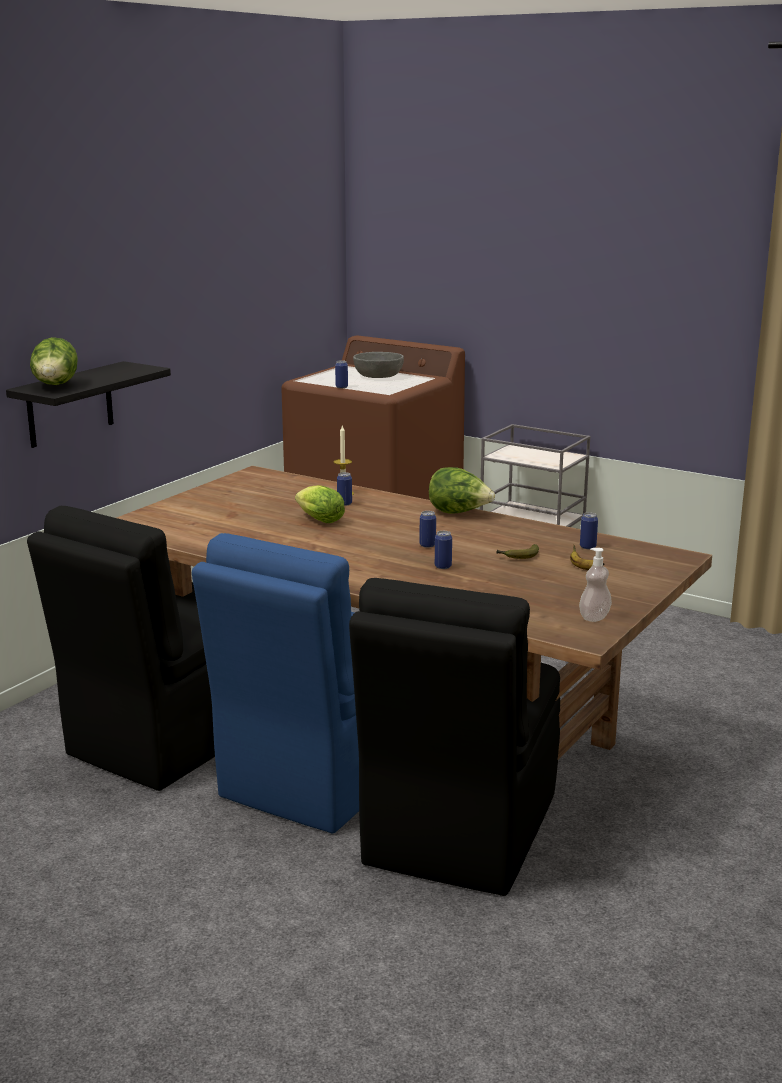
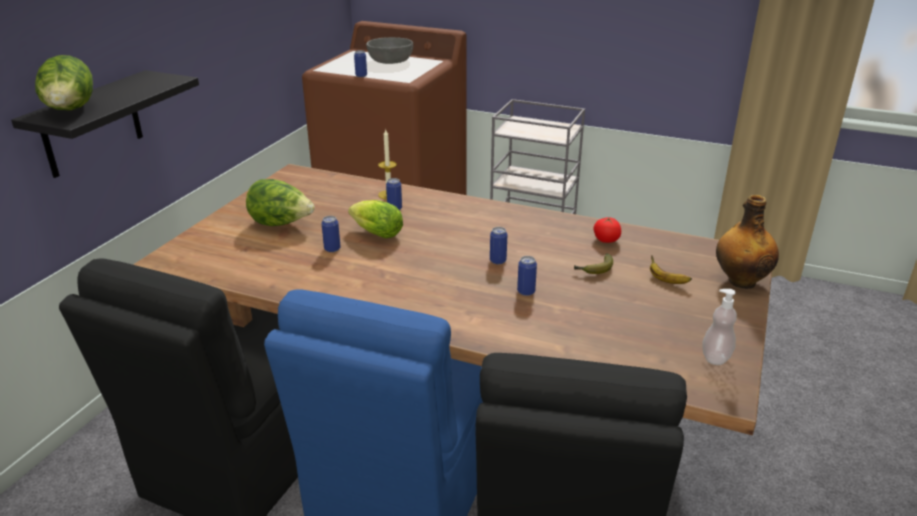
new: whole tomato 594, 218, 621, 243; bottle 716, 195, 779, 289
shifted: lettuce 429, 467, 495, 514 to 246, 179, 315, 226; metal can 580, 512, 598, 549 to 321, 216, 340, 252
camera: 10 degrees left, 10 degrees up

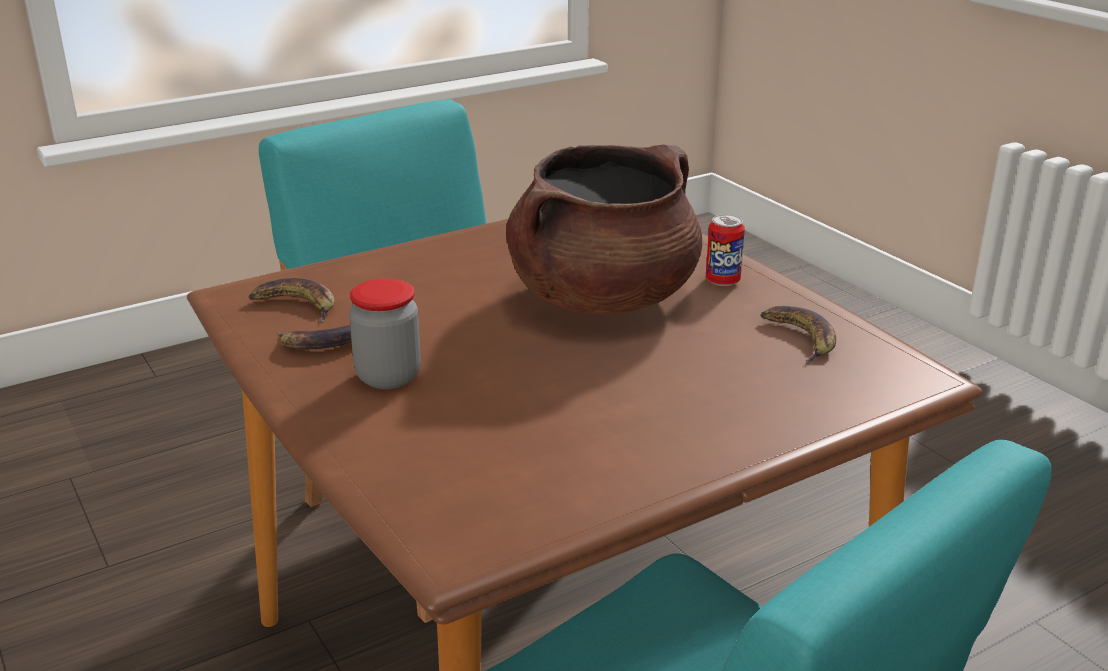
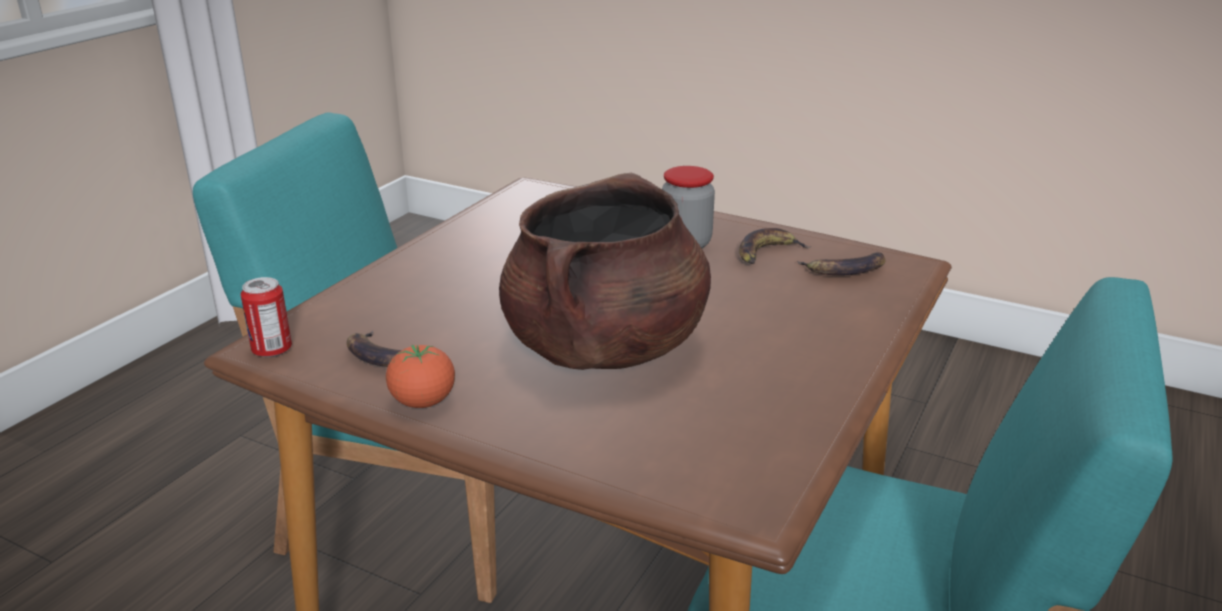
new: whole tomato 386, 344, 455, 408
shifted: metal can 706, 215, 745, 286 to 240, 277, 292, 357
camera: 150 degrees right, 0 degrees up

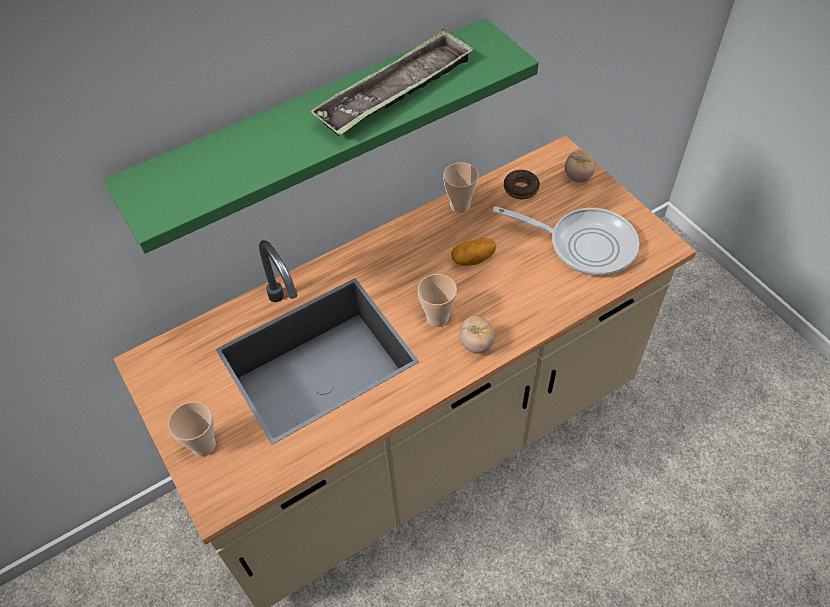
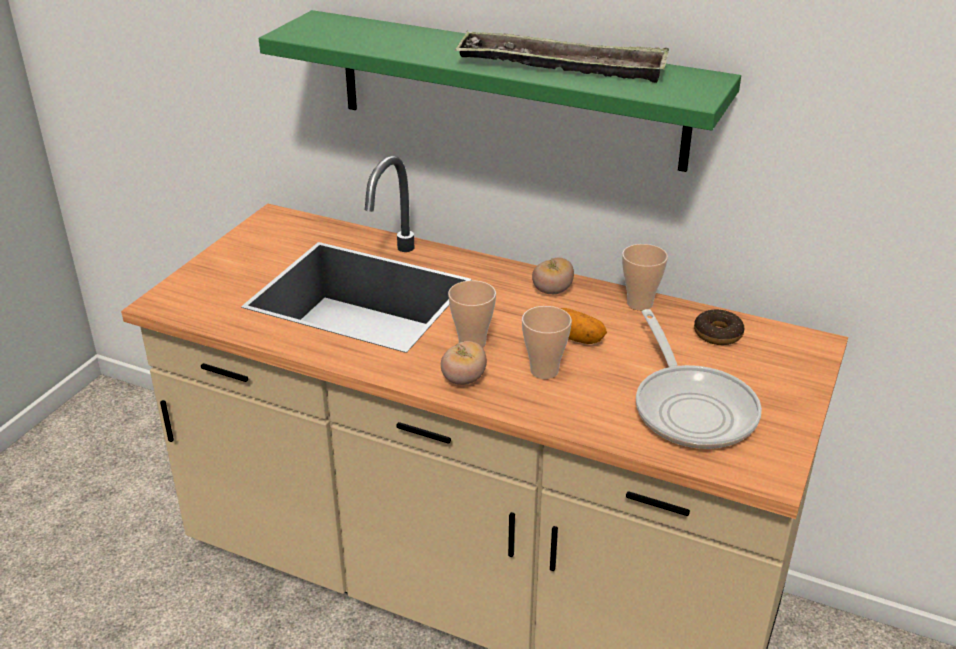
shifted: drinking cup 168, 402, 216, 457 to 522, 306, 572, 379; whole tomato 565, 150, 595, 182 to 532, 257, 574, 294
camera: 55 degrees right, 20 degrees down

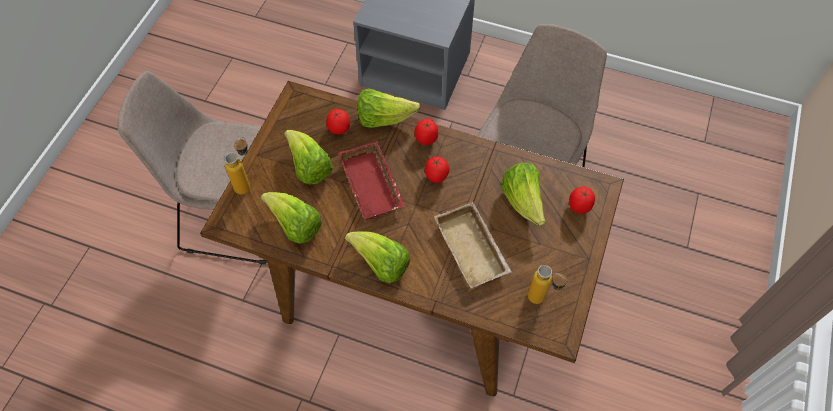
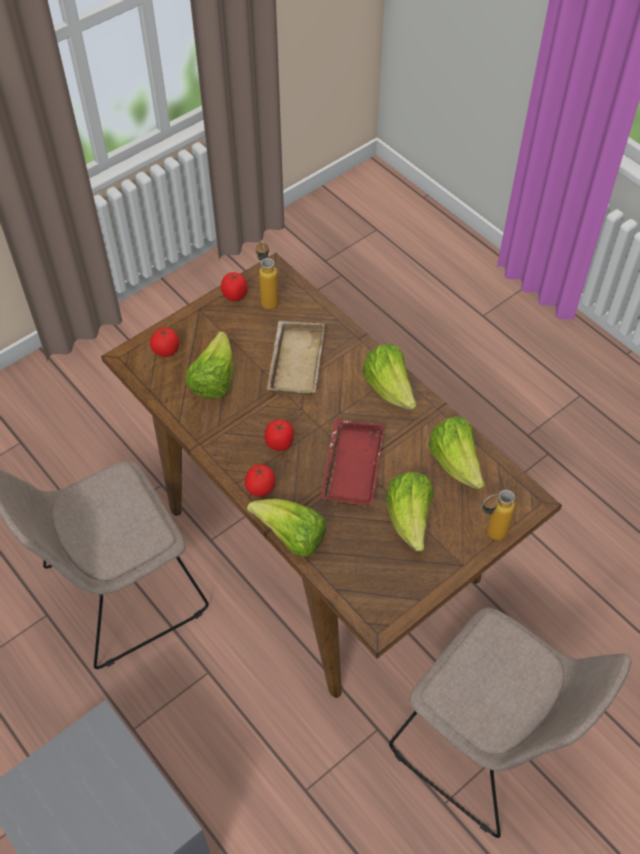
shifted: whole tomato 326, 109, 350, 134 to 221, 272, 248, 302
camera: 150 degrees left, 5 degrees down

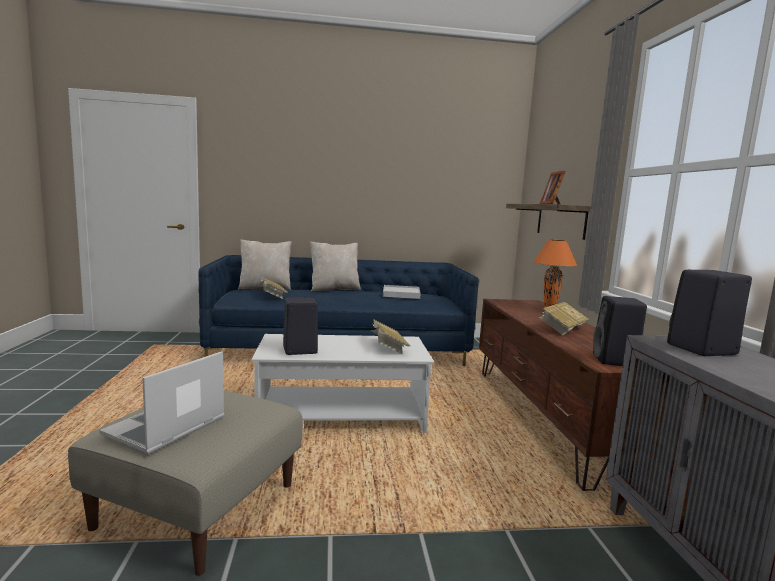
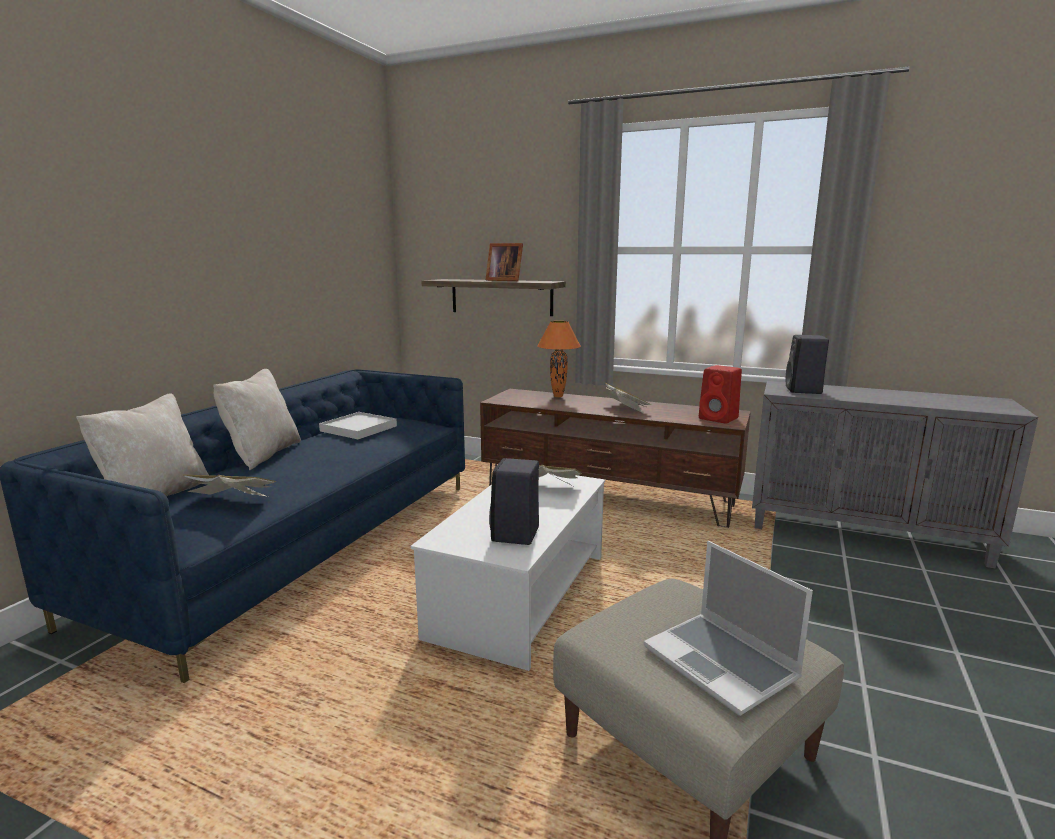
repainted: blackish speaker 593, 296, 647, 366 to red speaker 699, 365, 742, 424
camera: 60 degrees left, 5 degrees up

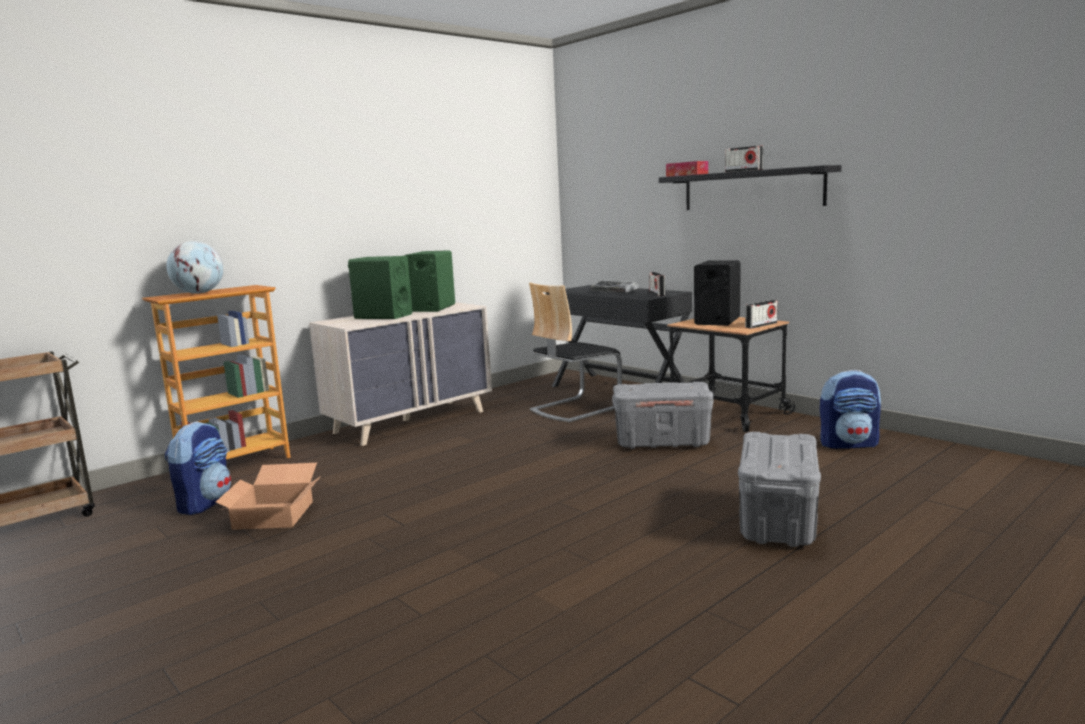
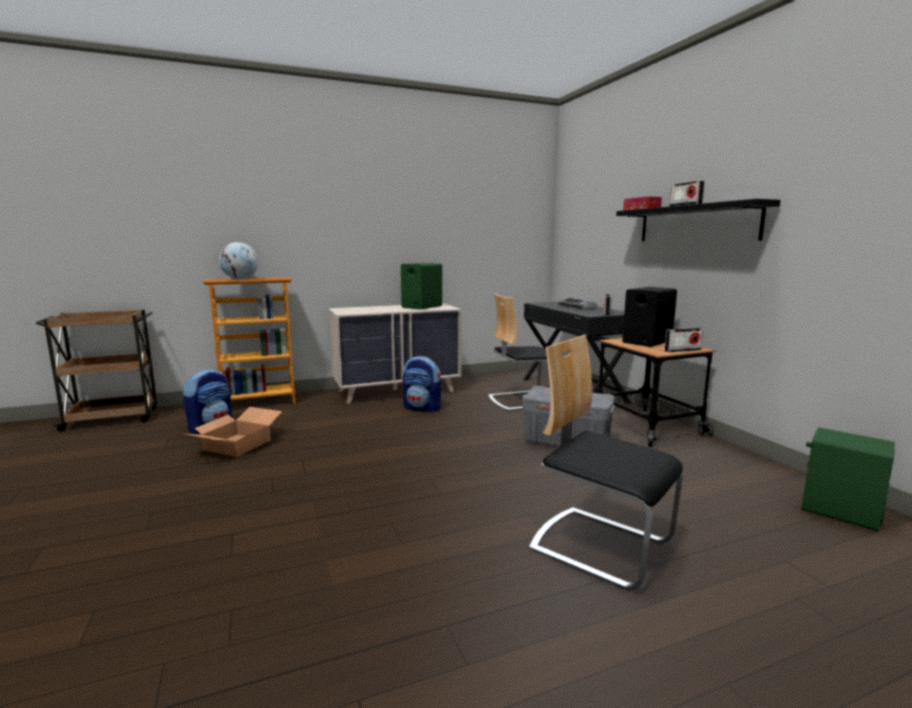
shifted: knapsack 820, 370, 881, 449 to 403, 356, 441, 412; green speaker 348, 256, 412, 319 to 801, 427, 895, 531
swapped: grey storage box 738, 432, 821, 547 to plain chair 529, 335, 683, 590
camera: 20 degrees right, 0 degrees up

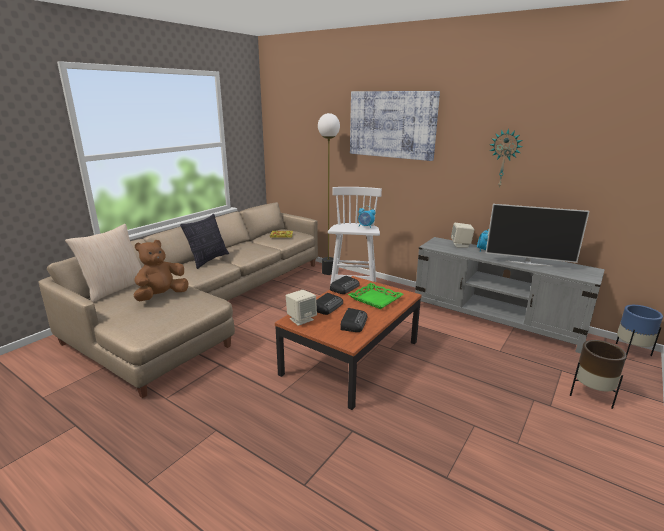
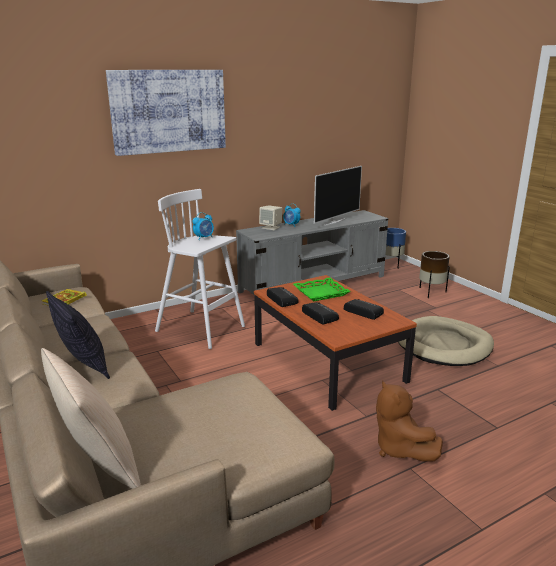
gone: sand-coloured speaker 286, 290, 317, 326; standing lamp 318, 113, 340, 275; hanging clock 490, 128, 522, 188
new: sand-coloured dog bed 398, 316, 494, 366
shifted: brown cuddly toy 134, 240, 188, 301 to 376, 380, 443, 462
camera: 65 degrees left, 0 degrees up

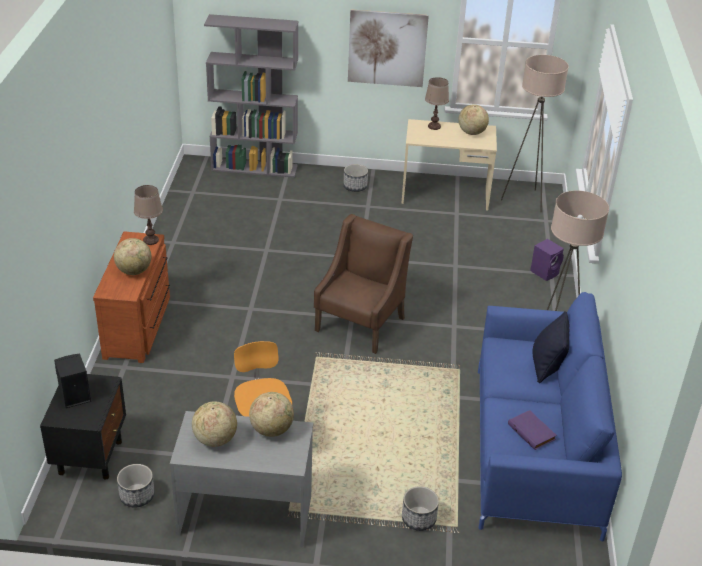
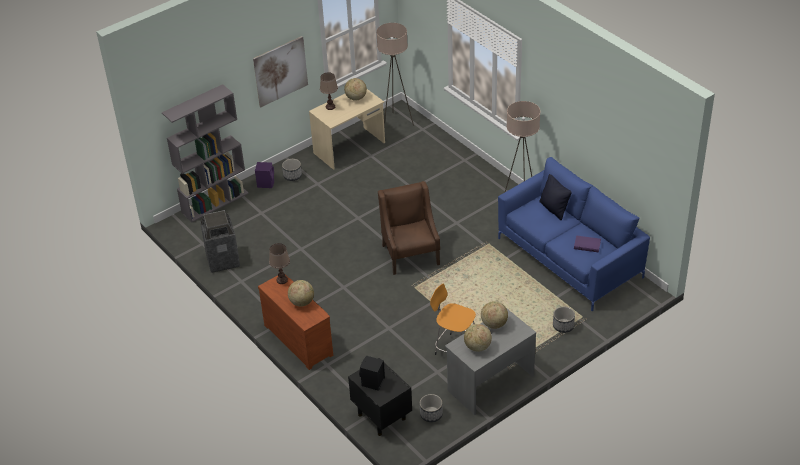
new: waste bin 200, 210, 240, 273
shifted: purple-coloured speaker 530, 239, 564, 281 to 255, 162, 274, 188
camera: 40 degrees left, 5 degrees up

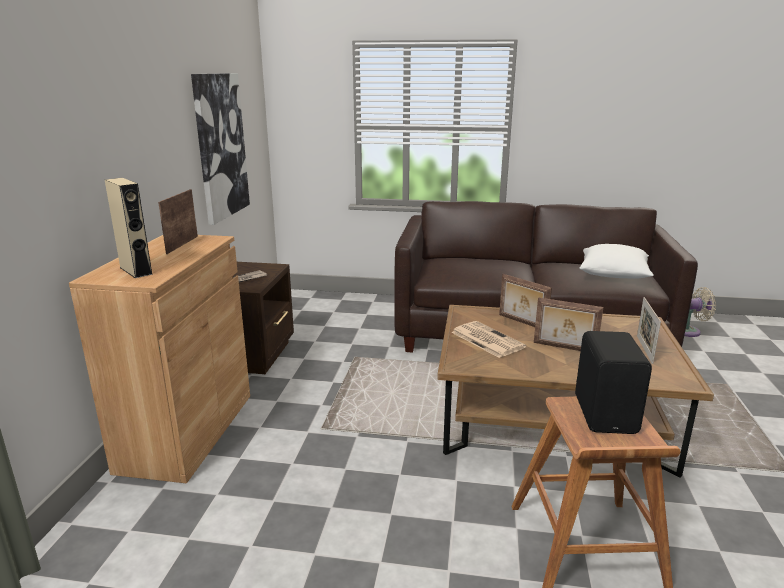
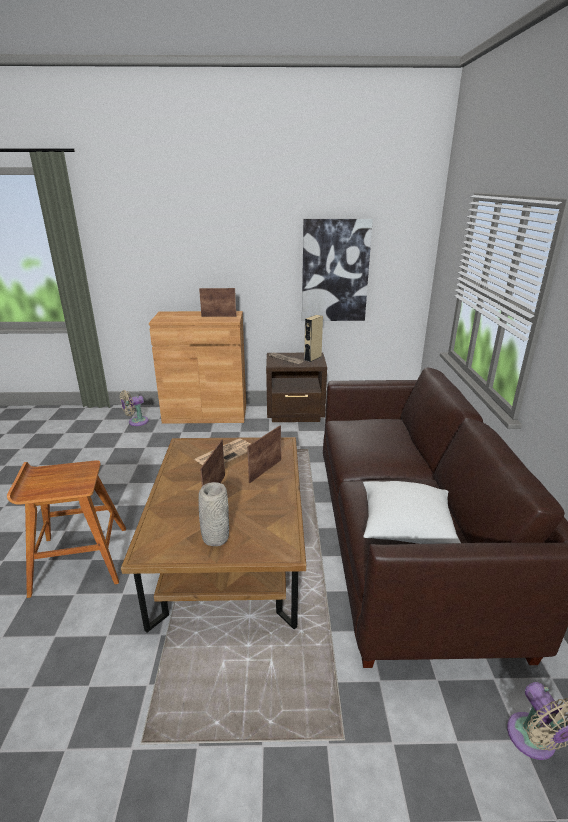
gone: blackish speaker 575, 331, 652, 434
new: sand-coloured electric fan 120, 390, 149, 426
shifted: sand-coloured speaker 105, 178, 153, 278 to 304, 315, 323, 362
swapped: picture frame 637, 297, 661, 364 to grey decorative vase 198, 482, 229, 546
camera: 80 degrees right, 5 degrees up

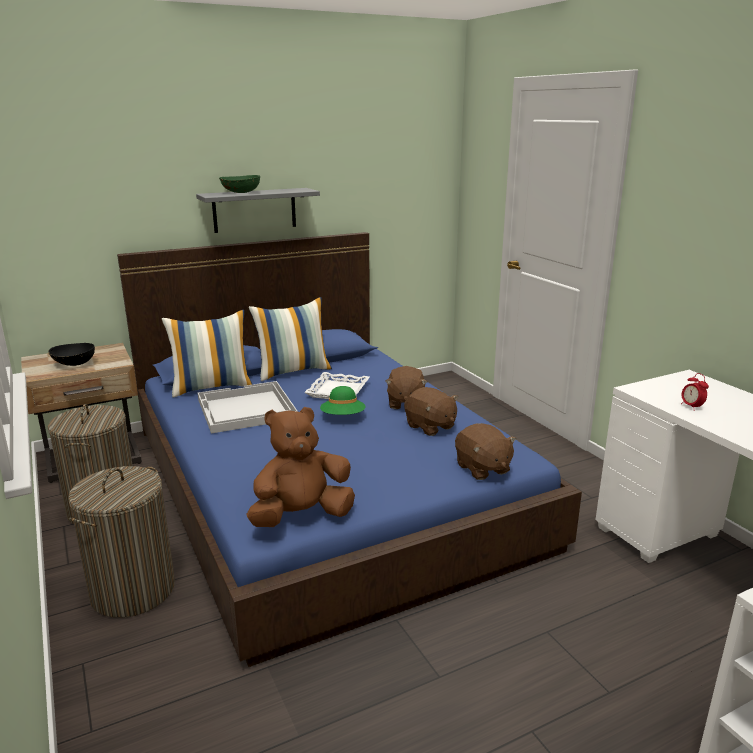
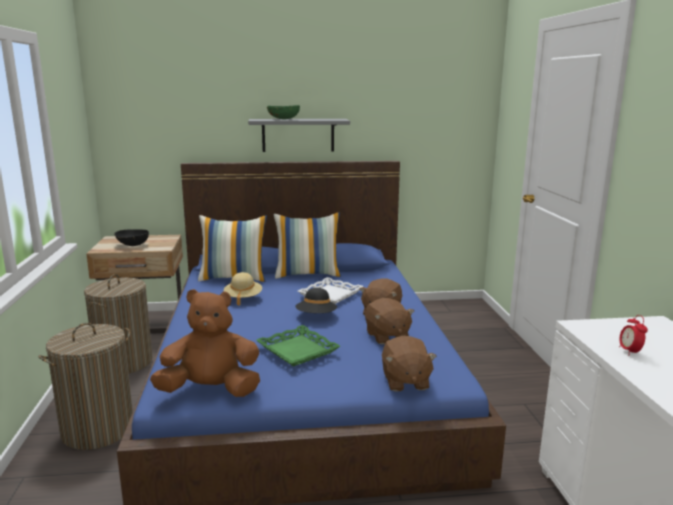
new: green tray 256, 325, 340, 367
swapped: white-coloured tray 198, 381, 298, 434 to sand-coloured clothing hat 224, 272, 262, 306
repainted: green clothing hat 320, 386, 366, 415 to blackish clothing hat 295, 288, 337, 313
camera: 20 degrees right, 5 degrees down

